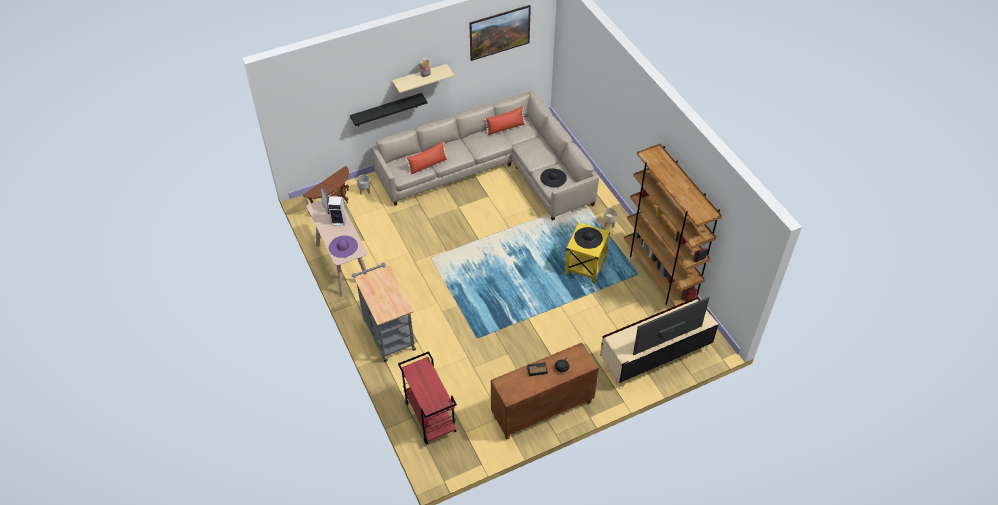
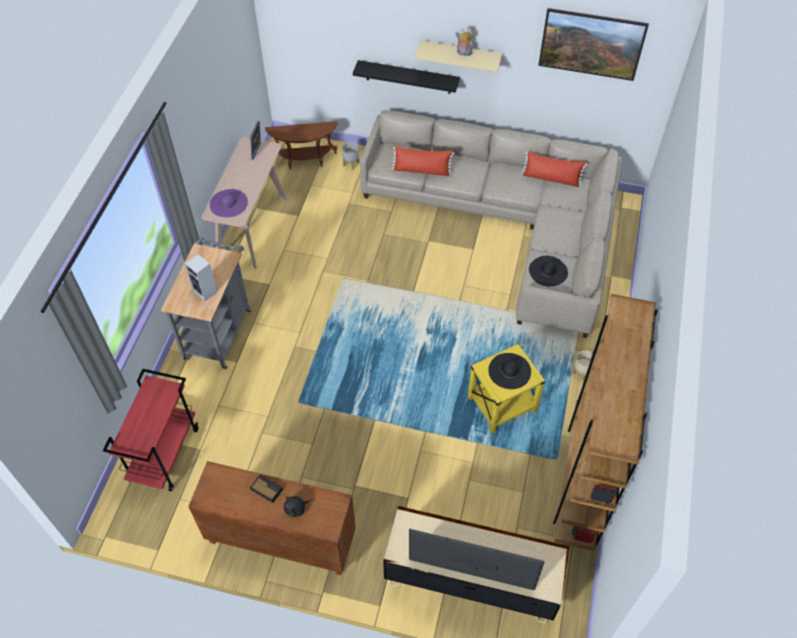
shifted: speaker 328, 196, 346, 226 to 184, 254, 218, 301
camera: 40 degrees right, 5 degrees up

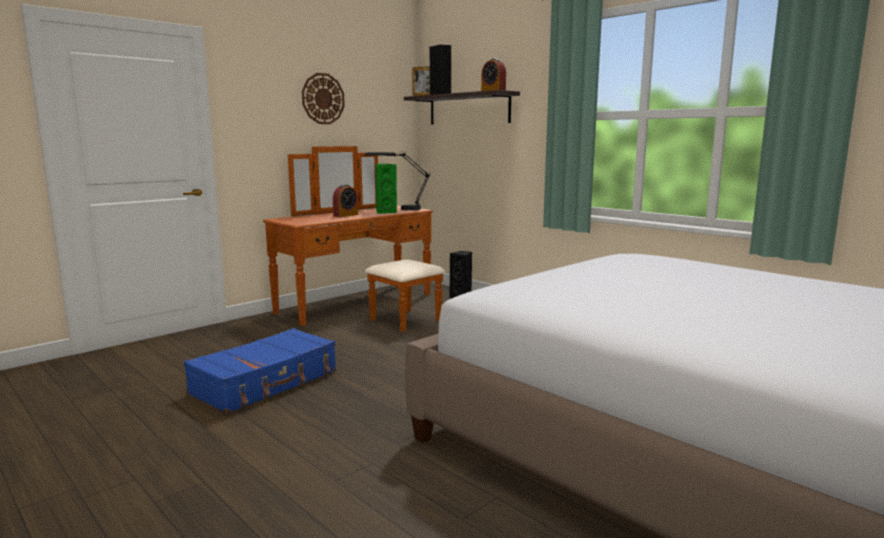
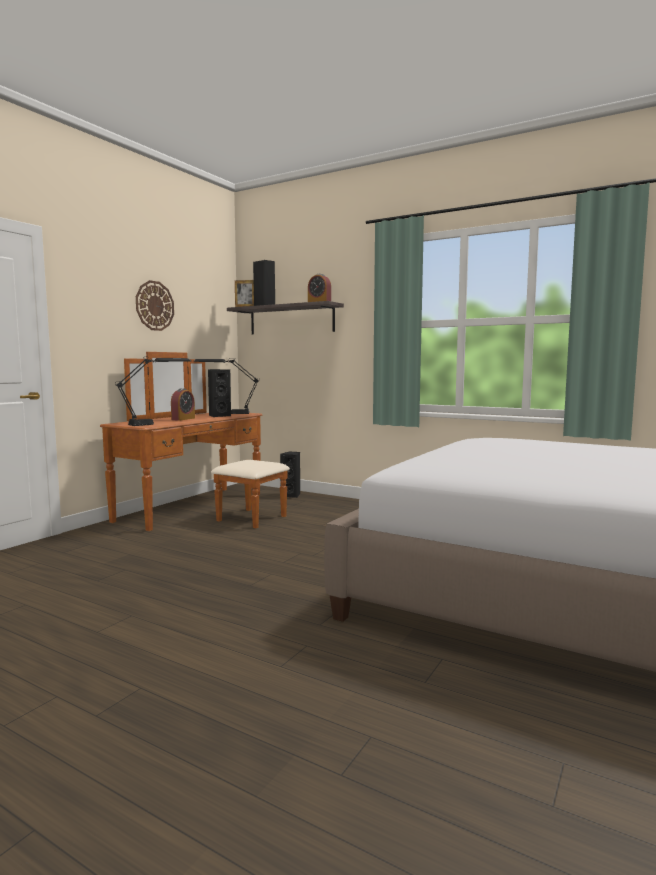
gone: blue suitcase 184, 328, 336, 414
new: blackish tabletop lamp 115, 357, 192, 426
repainted: green speaker 375, 164, 397, 214 to blackish speaker 208, 369, 231, 417
camera: 15 degrees left, 5 degrees down

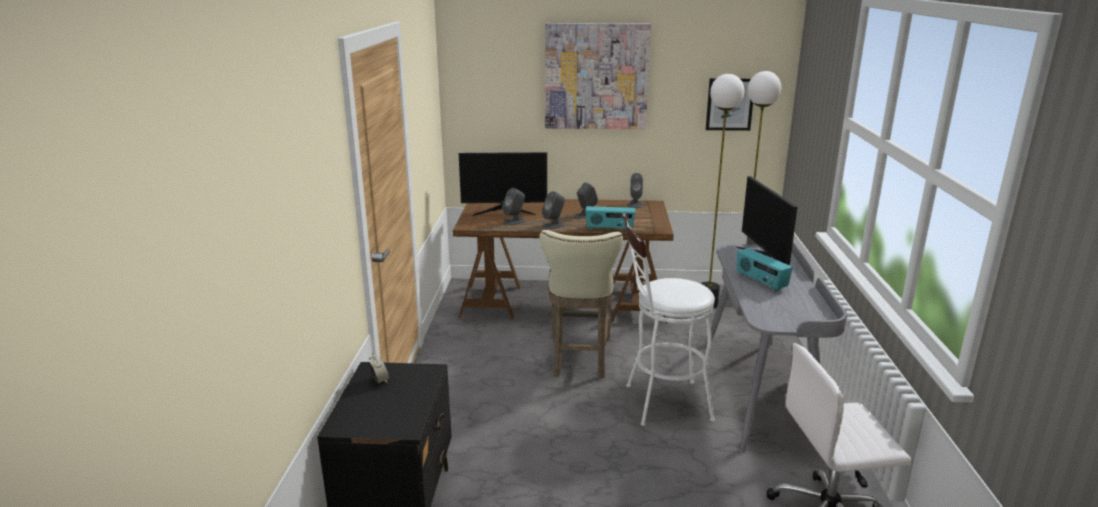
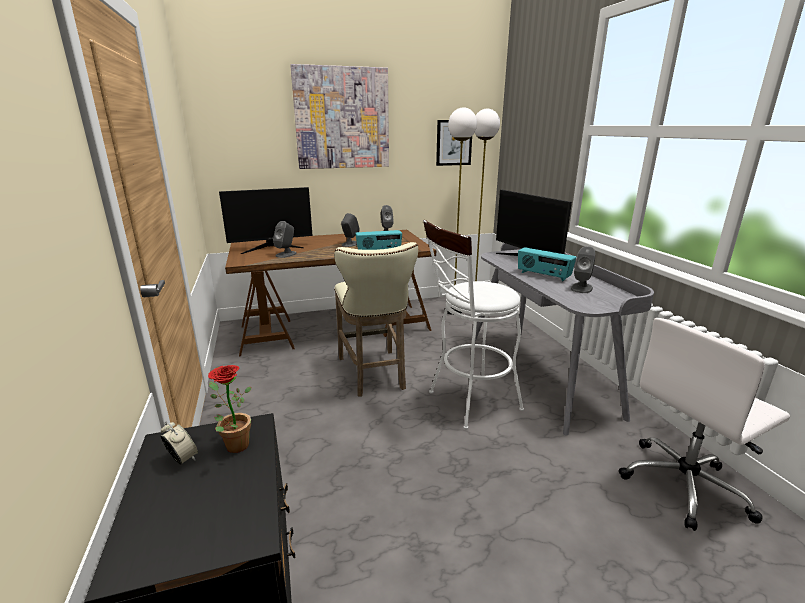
new: plant in a pot 208, 365, 251, 453
shifted: grey speaker 542, 191, 565, 229 to 571, 246, 595, 293
camera: 20 degrees left, 0 degrees up

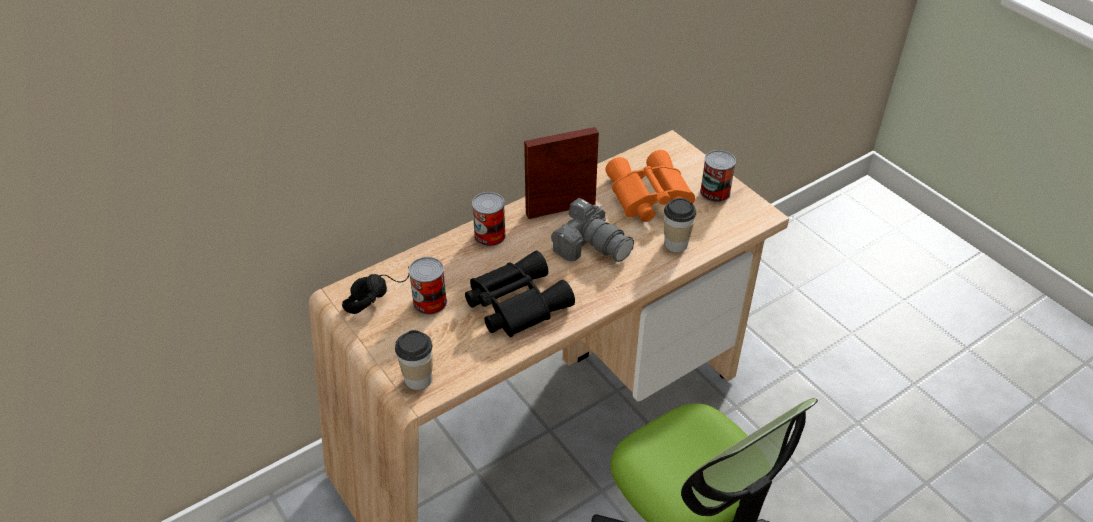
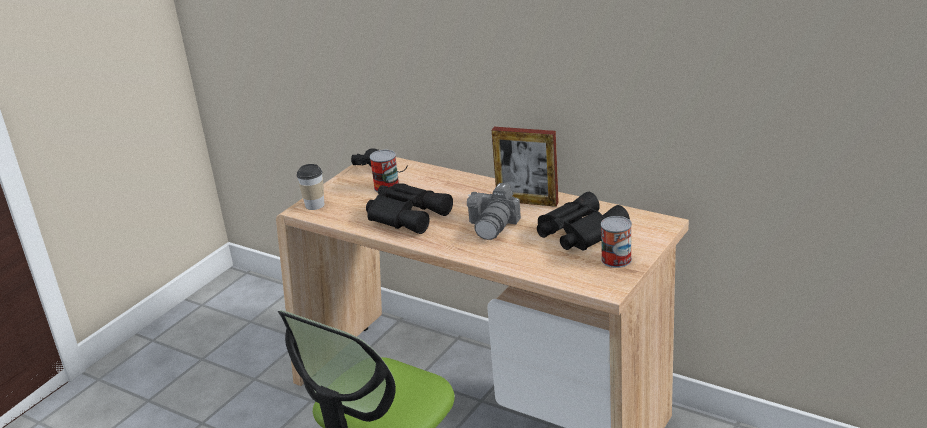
gone: metal can 472, 192, 506, 247; drinking cup 664, 198, 696, 252
repainted: orange-coloured binoculars 605, 150, 695, 222 to blackish binoculars 537, 192, 630, 251
rotated: picture frame 524, 127, 599, 219 = 492, 127, 559, 207 150 degrees clockwise
camera: 70 degrees right, 15 degrees down

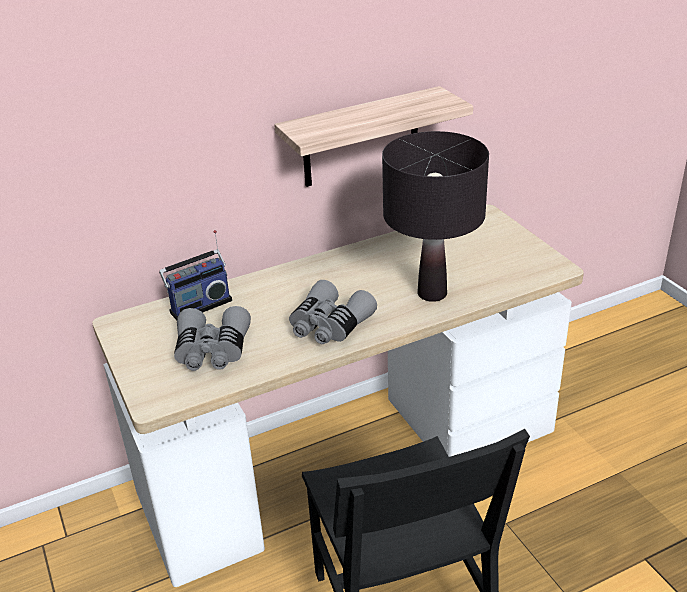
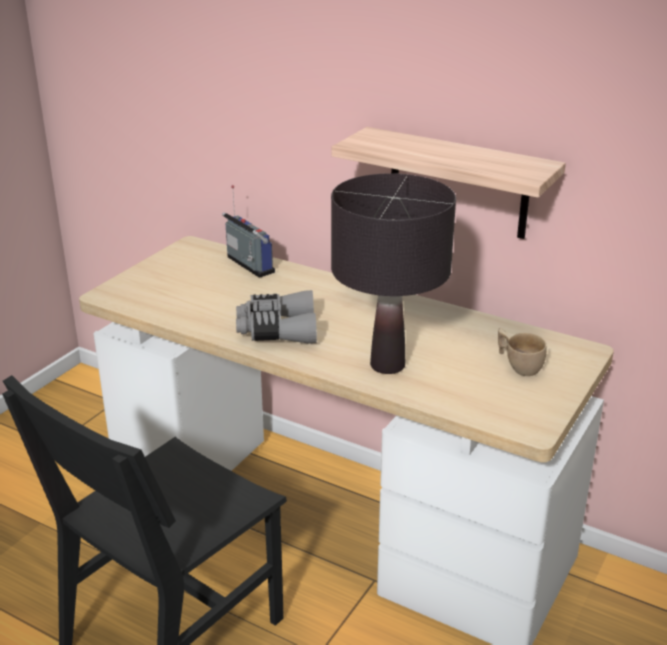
gone: grey binoculars 174, 306, 251, 371
new: sand-coloured drinking cup 498, 328, 547, 376
rotated: radio receiver 159, 230, 232, 320 = 222, 185, 275, 278 150 degrees counterclockwise
camera: 55 degrees right, 5 degrees down

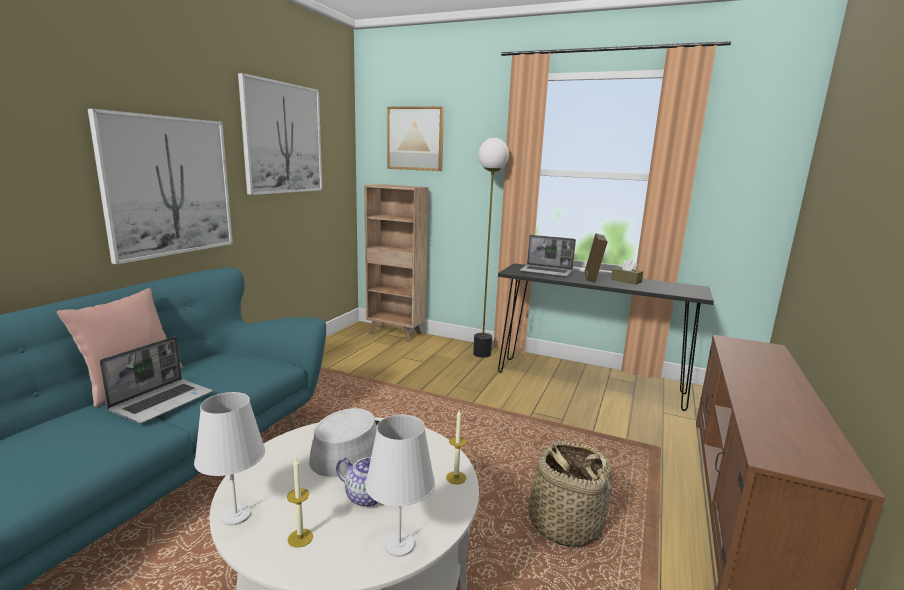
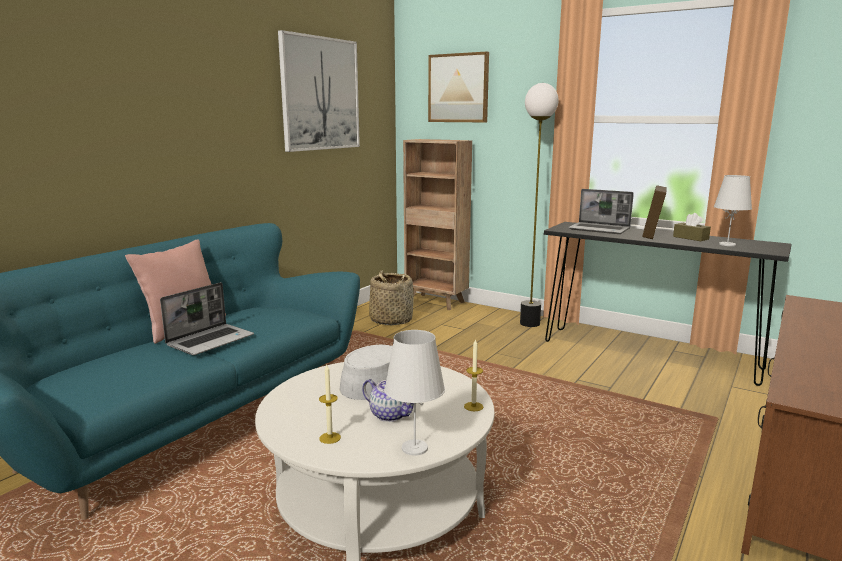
gone: wall picture 88, 109, 233, 265
shifted: basket 523, 441, 614, 548 to 369, 270, 414, 325; white-coloured tabletop lamp 194, 392, 265, 526 to 714, 175, 752, 246
camera: 10 degrees right, 0 degrees up

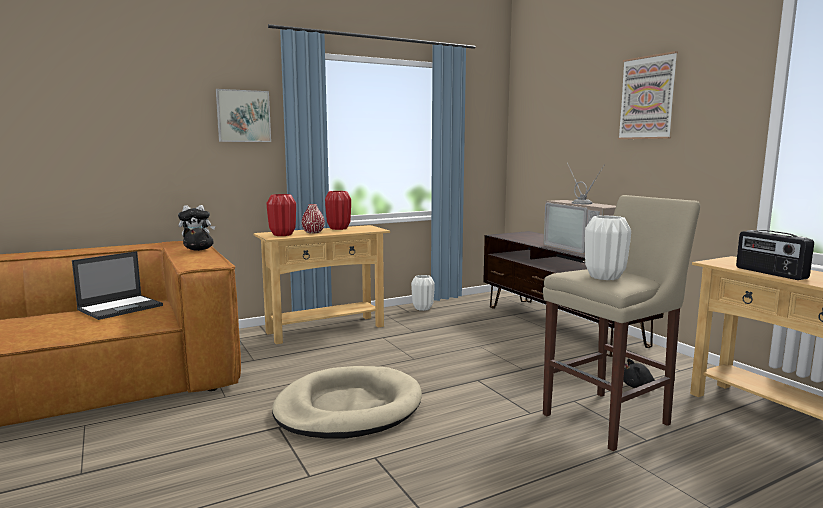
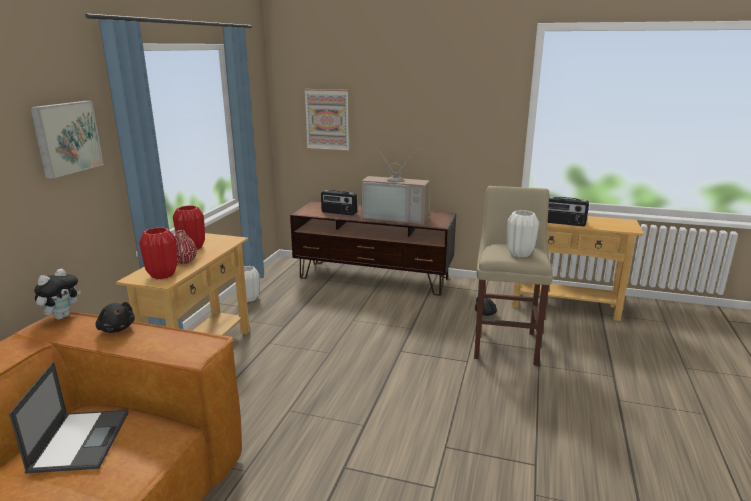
gone: sand-coloured dog bed 272, 366, 422, 439
new: radio receiver 321, 190, 357, 216
shifted: wall picture 618, 51, 678, 139 to 304, 89, 349, 151
camera: 45 degrees left, 10 degrees up

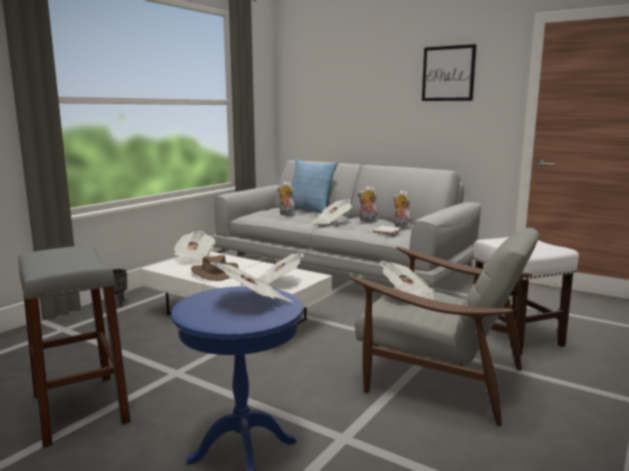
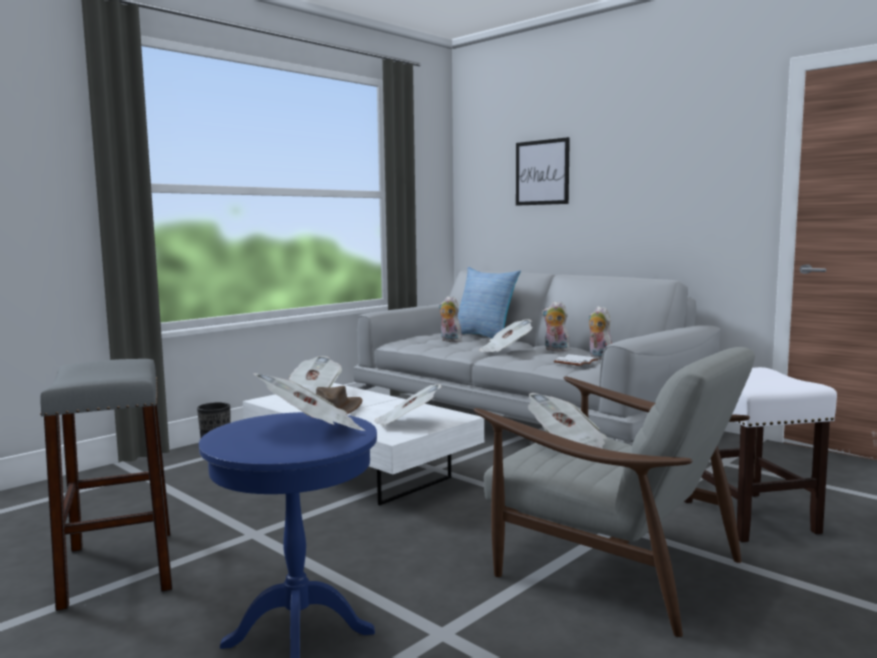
shifted: wall picture 422, 44, 476, 101 to 516, 137, 570, 206
camera: 10 degrees right, 5 degrees down

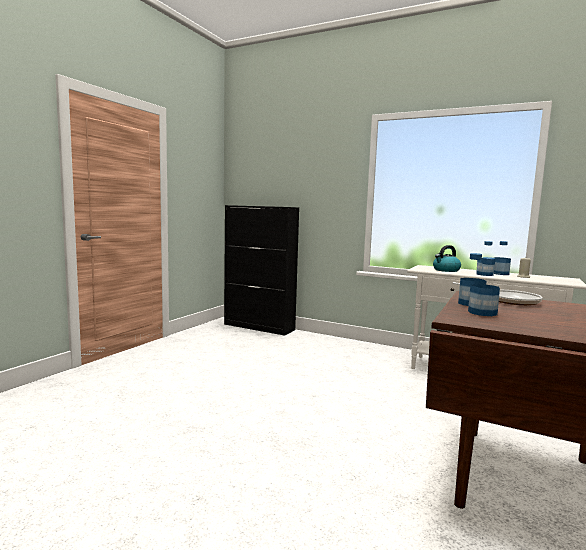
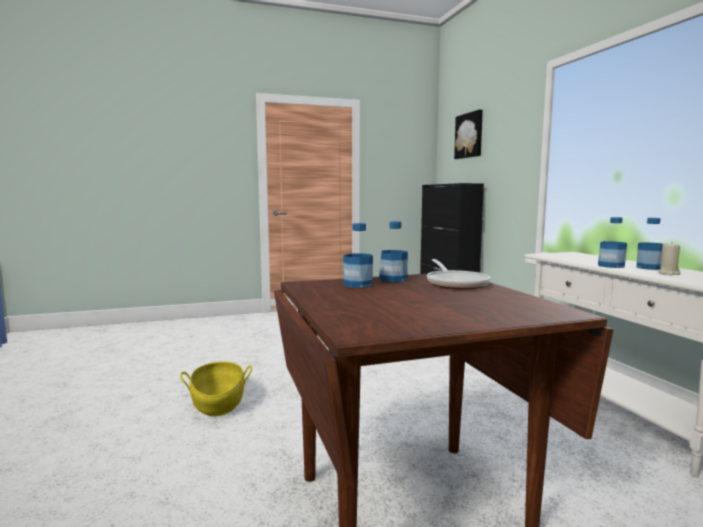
gone: water kettle 433, 245, 461, 272
new: basket 180, 361, 252, 416; wall picture 454, 110, 483, 159
camera: 45 degrees right, 0 degrees up

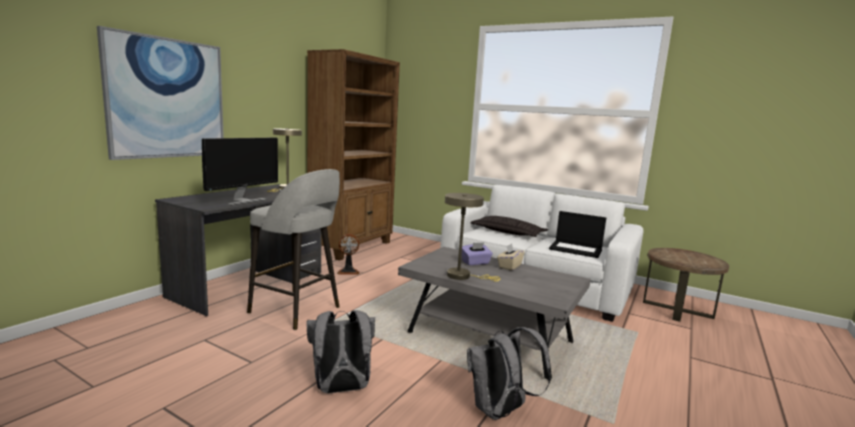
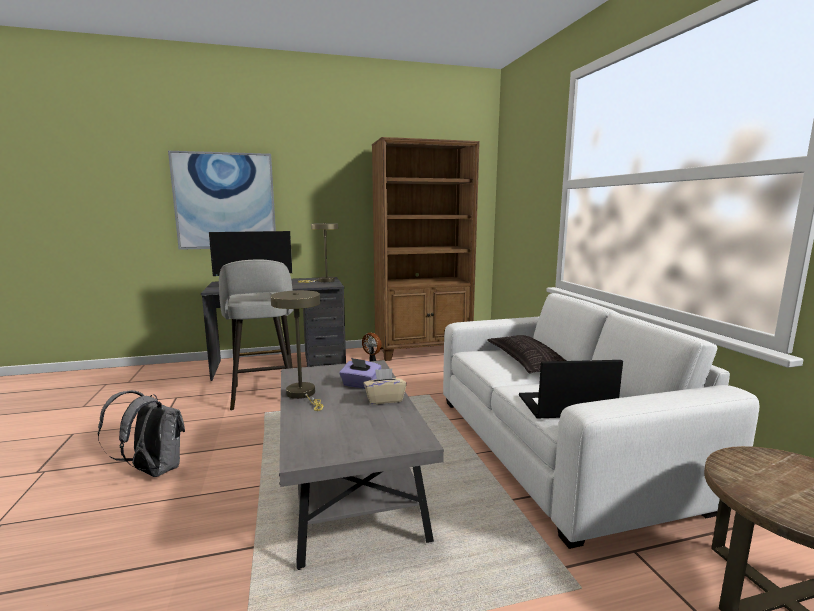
gone: grey knapsack 467, 327, 551, 420
rotated: portable computer 549, 211, 606, 258 = 519, 360, 623, 419 105 degrees clockwise
camera: 45 degrees right, 0 degrees up

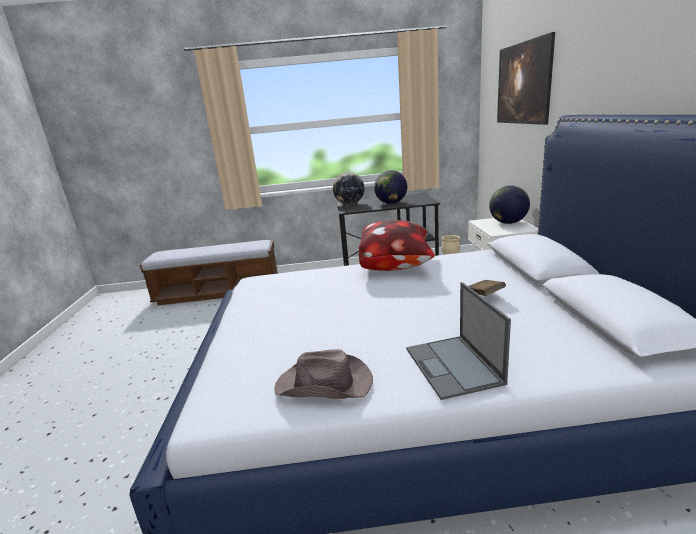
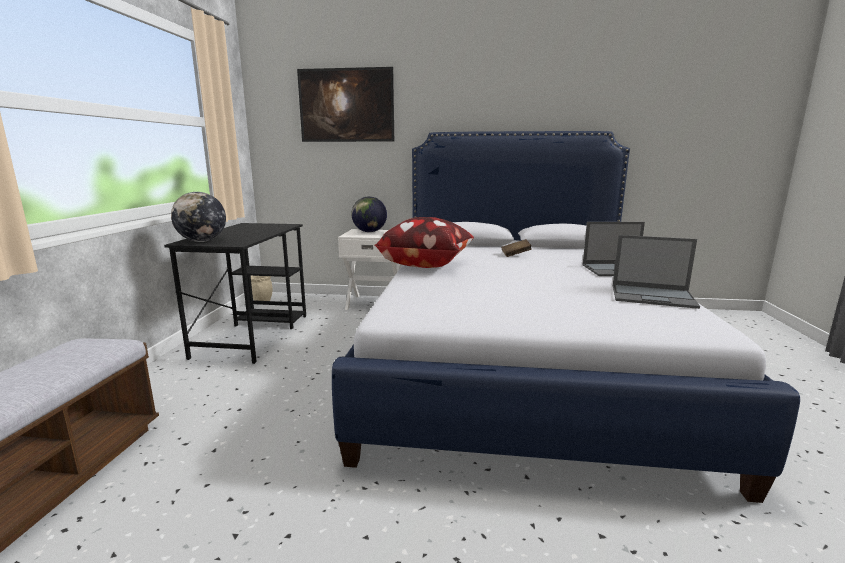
gone: world globe 374, 170, 407, 204
swapped: brown clothing hat 274, 349, 373, 399 to portable computer 613, 235, 700, 309
camera: 80 degrees left, 5 degrees down

